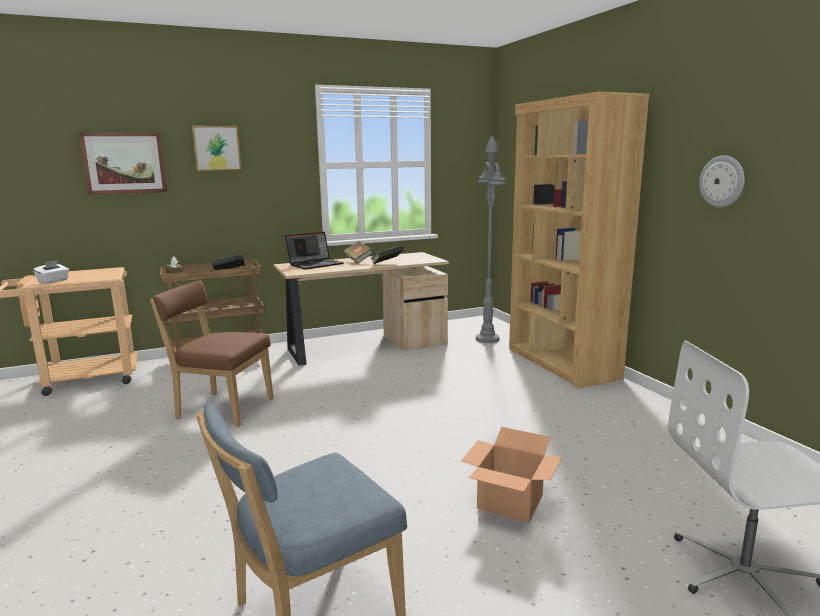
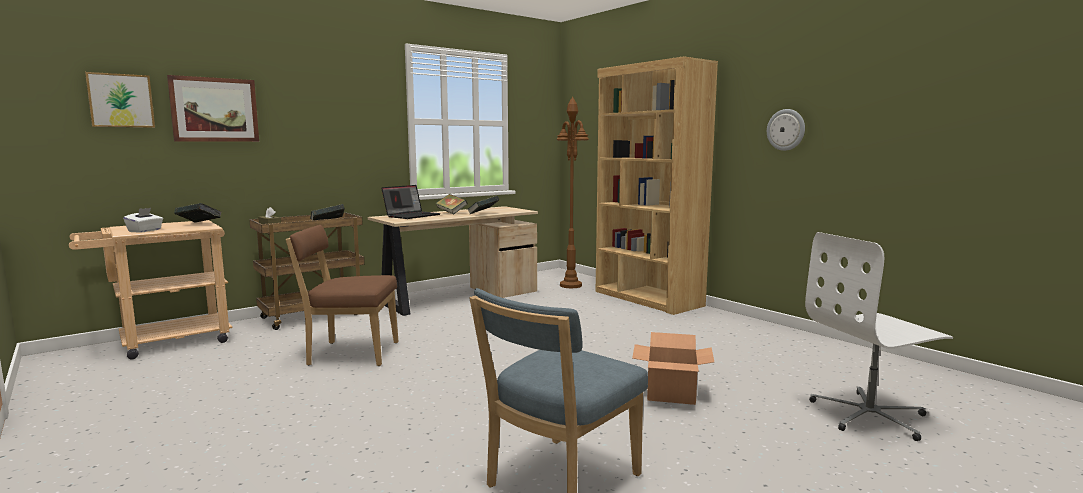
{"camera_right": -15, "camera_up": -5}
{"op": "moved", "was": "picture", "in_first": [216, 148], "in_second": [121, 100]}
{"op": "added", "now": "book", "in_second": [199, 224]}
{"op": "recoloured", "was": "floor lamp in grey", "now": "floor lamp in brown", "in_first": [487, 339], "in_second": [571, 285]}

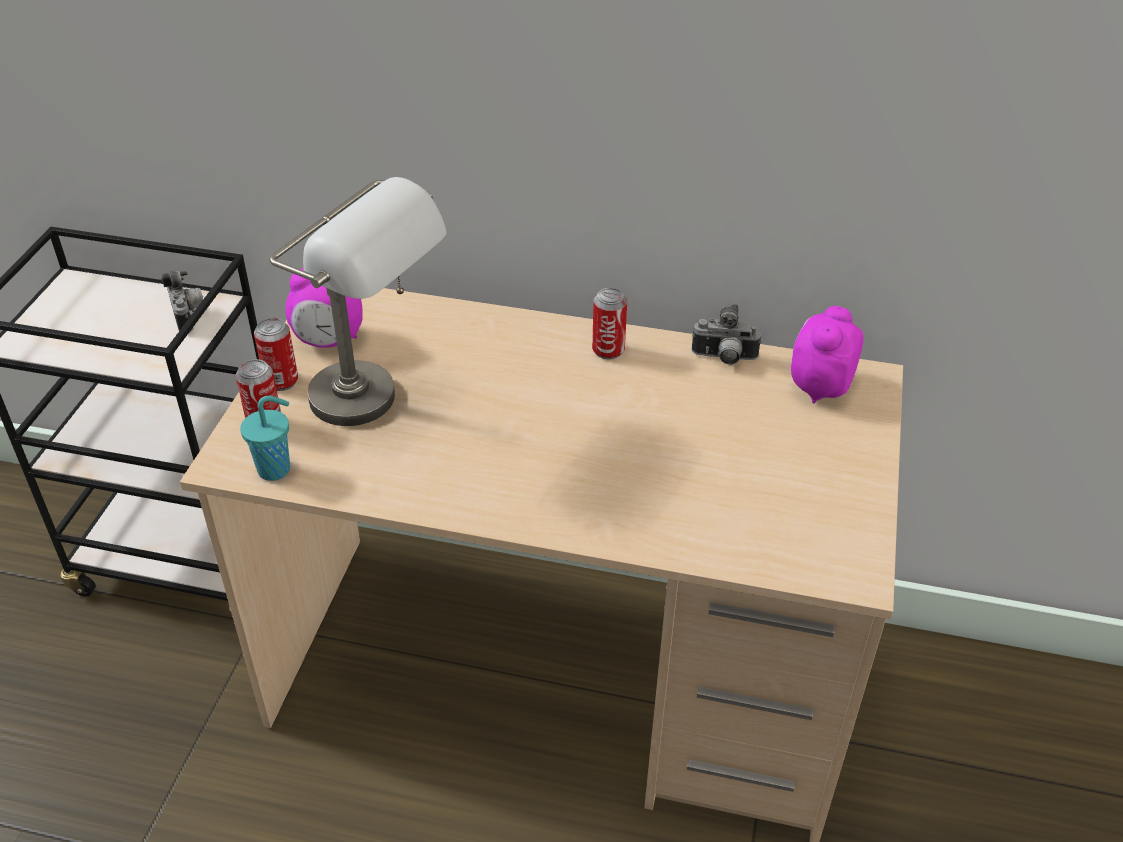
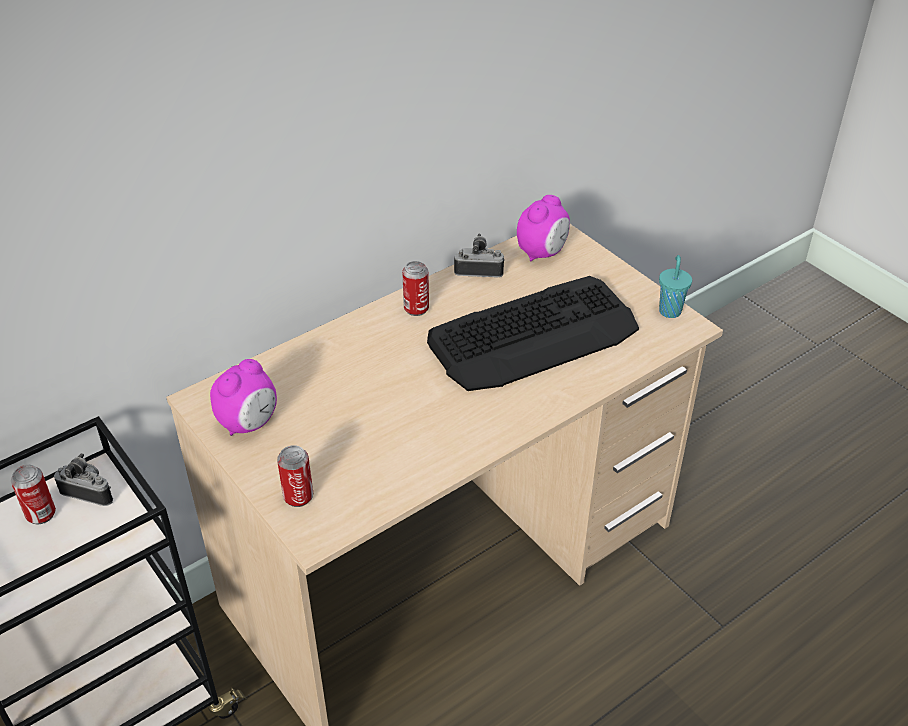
{"camera_right": -50, "camera_up": 0}
{"op": "moved", "was": "can", "in_first": [281, 381], "in_second": [41, 514]}
{"op": "added", "now": "keyboard", "in_second": [534, 335]}
{"op": "turned", "was": "photo camera", "in_first": [724, 359], "in_second": [479, 271], "clockwise": -135}
{"op": "turned", "was": "alarm clock", "in_first": [819, 387], "in_second": [542, 253], "clockwise": -120}
{"op": "moved", "was": "cup in turquoise", "in_first": [276, 469], "in_second": [670, 310]}
{"op": "removed", "was": "table lamp in grey", "in_first": [378, 406]}

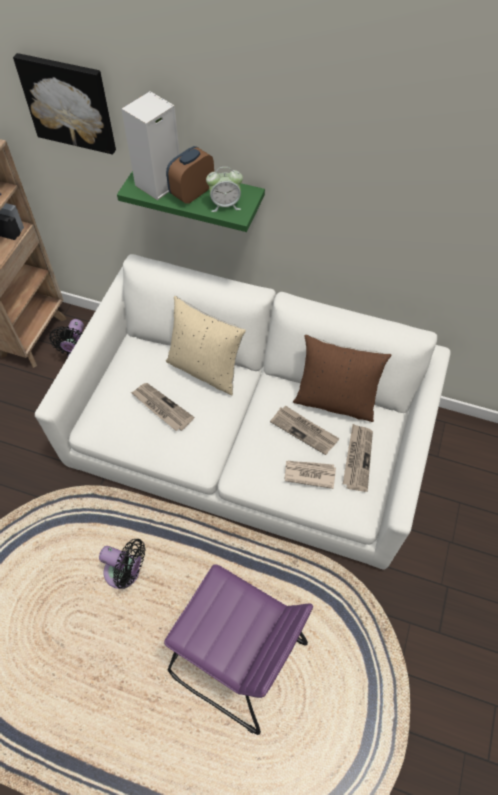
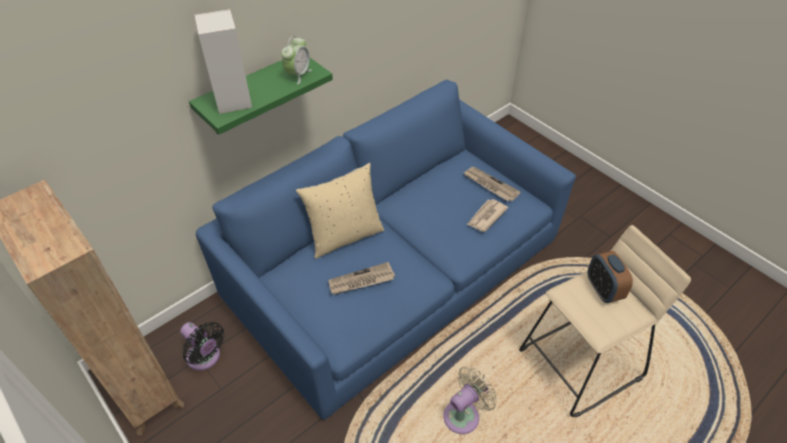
{"camera_right": -60, "camera_up": -10}
{"op": "recoloured", "was": "sofa in white", "now": "sofa in blue", "in_first": [250, 437], "in_second": [393, 268]}
{"op": "recoloured", "was": "fan in black", "now": "fan in beige", "in_first": [125, 573], "in_second": [464, 414]}
{"op": "recoloured", "was": "stool in purple", "now": "stool in beige", "in_first": [237, 660], "in_second": [580, 364]}
{"op": "moved", "was": "alarm clock", "in_first": [192, 193], "in_second": [603, 290]}
{"op": "removed", "was": "picture", "in_first": [69, 103]}
{"op": "removed", "was": "newspaper", "in_first": [304, 430]}
{"op": "removed", "was": "pillow in brown", "in_first": [335, 401]}

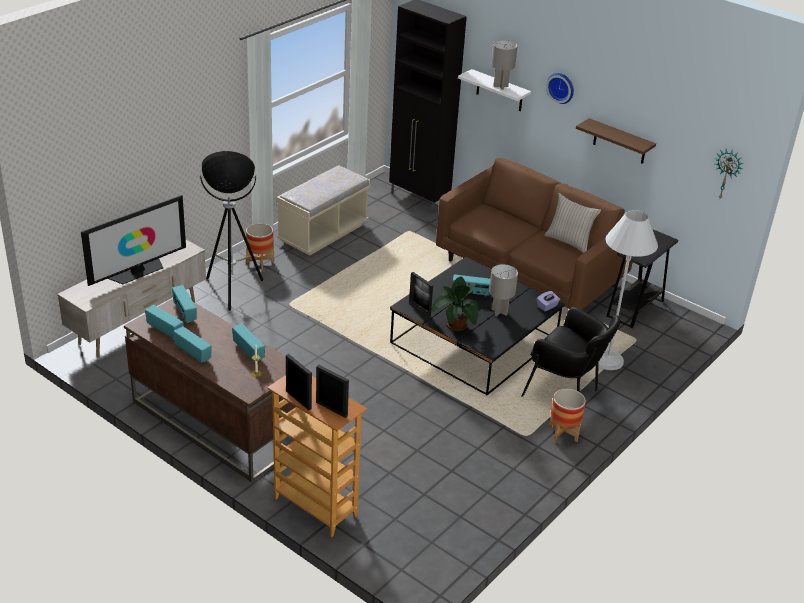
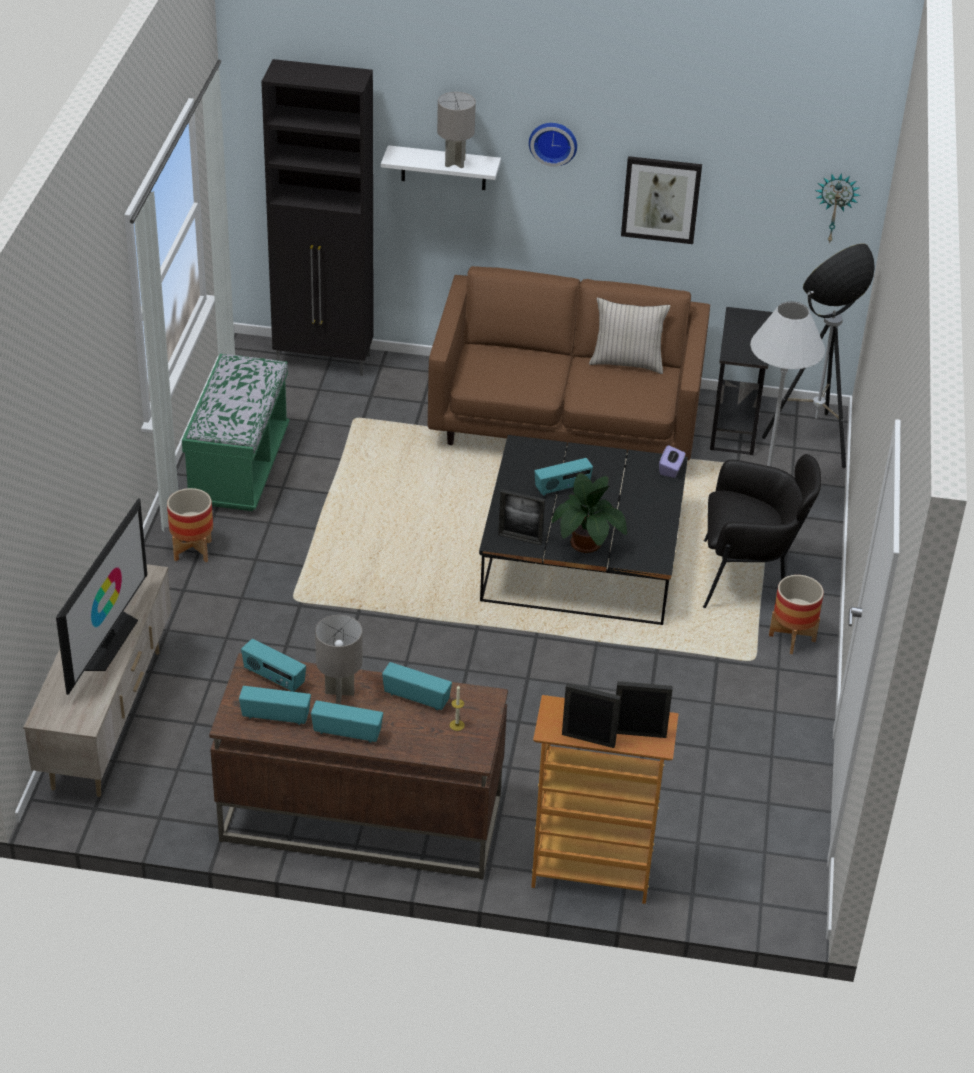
{"camera_right": -30, "camera_up": 5}
{"op": "recoloured", "was": "bench in beige", "now": "bench in green", "in_first": [323, 233], "in_second": [239, 468]}
{"op": "moved", "was": "table lamp in grey", "in_first": [499, 312], "in_second": [340, 693]}
{"op": "replaced", "was": "shelf in brown", "now": "picture", "in_first": [620, 142], "in_second": [661, 199]}
{"op": "moved", "was": "floor lamp", "in_first": [232, 291], "in_second": [812, 441]}

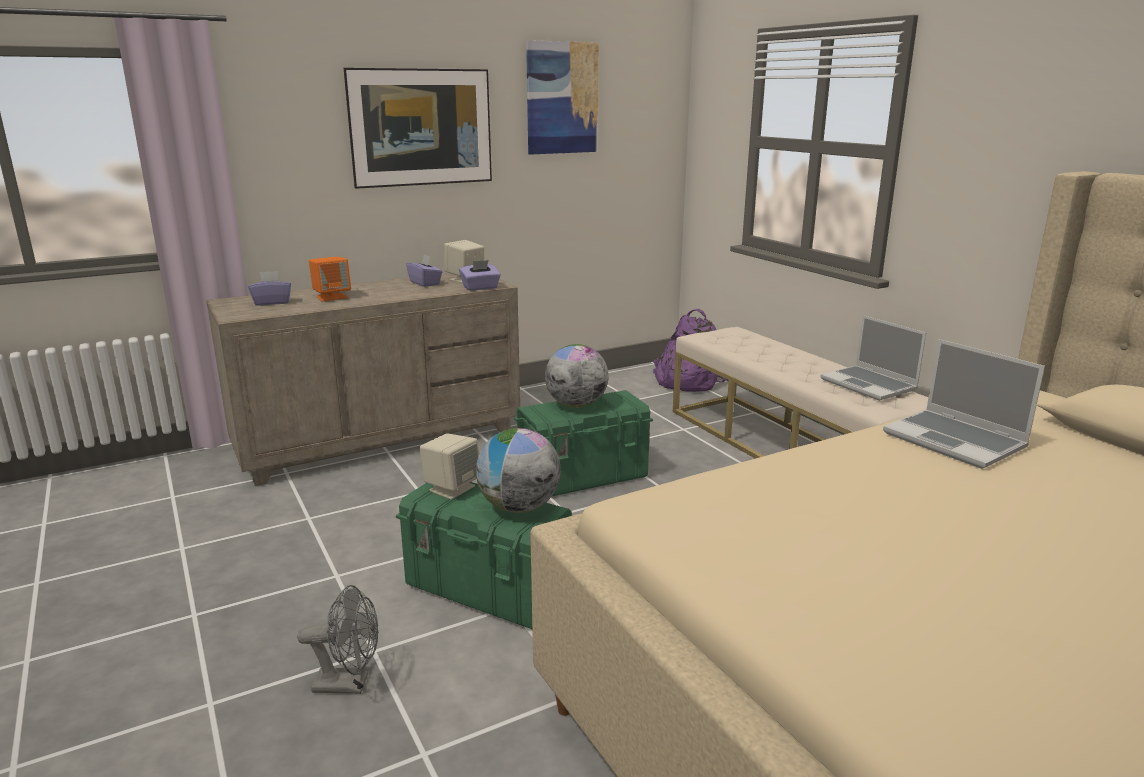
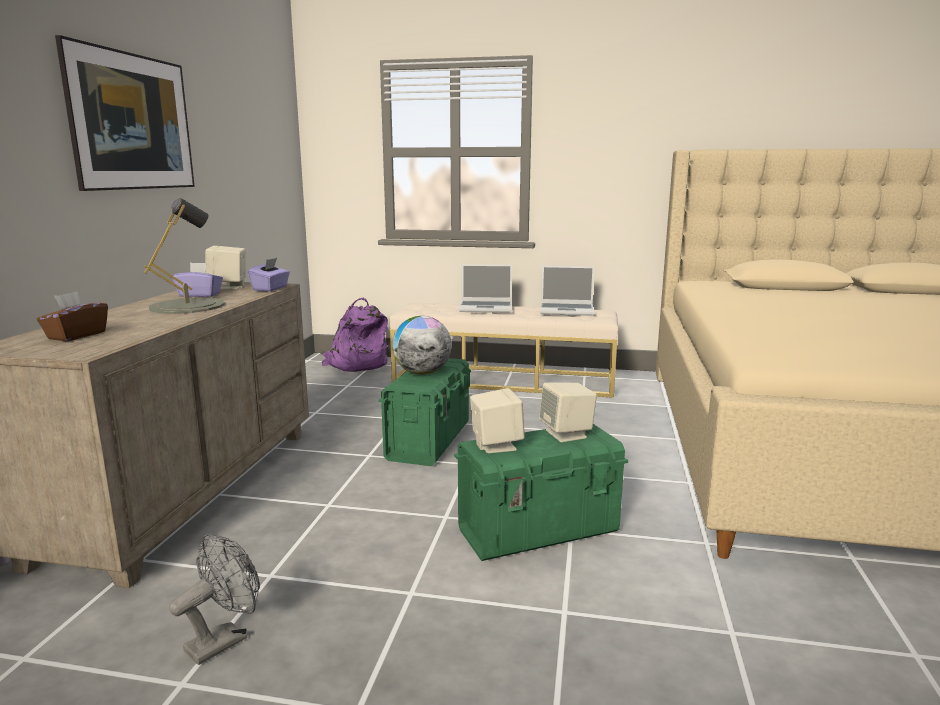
{"camera_right": -50, "camera_up": -5}
{"op": "recoloured", "was": "tissue box in purple", "now": "tissue box in brown", "in_first": [272, 302], "in_second": [76, 335]}
{"op": "added", "now": "table lamp in grey", "in_second": [187, 306]}
{"op": "moved", "was": "fan in grey", "in_first": [349, 684], "in_second": [224, 640]}
{"op": "moved", "was": "laptop", "in_first": [956, 441], "in_second": [486, 308]}
{"op": "replaced", "was": "globe", "now": "speaker in beige", "in_first": [519, 507], "in_second": [566, 434]}
{"op": "removed", "was": "speaker in orange", "in_first": [332, 297]}
{"op": "removed", "was": "picture", "in_first": [562, 98]}

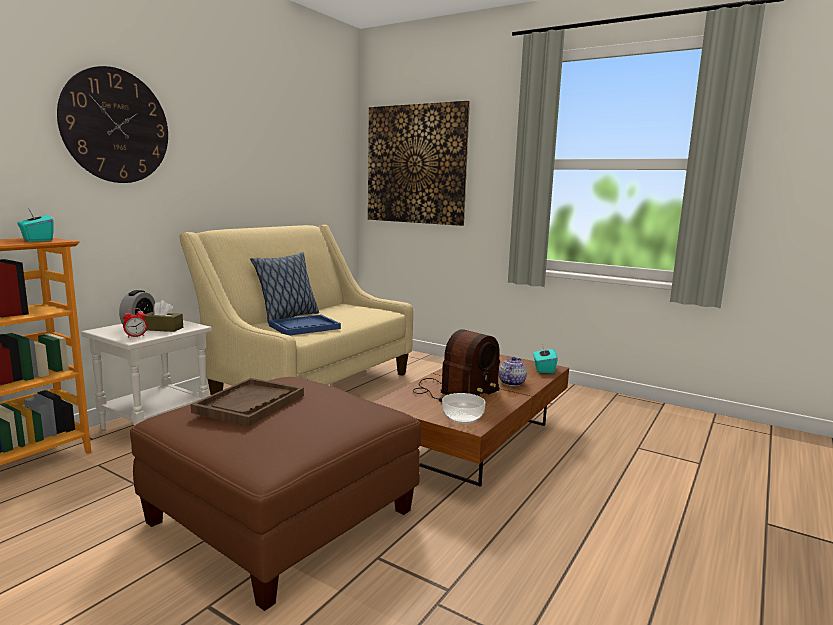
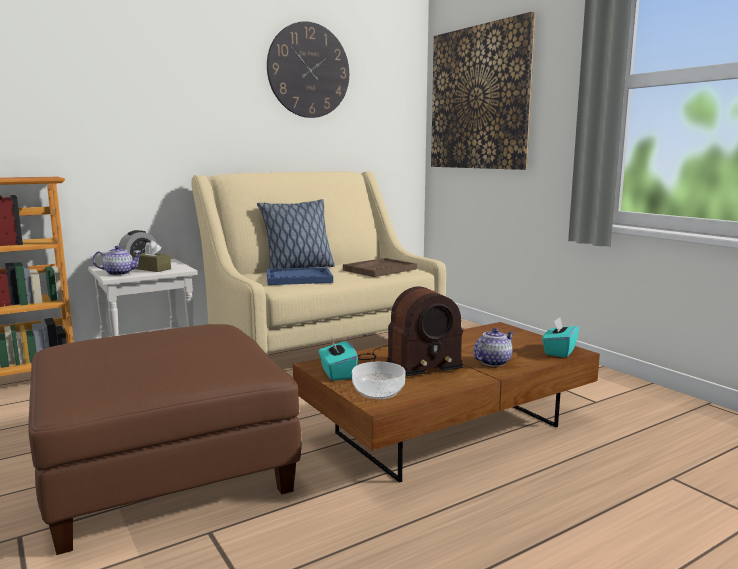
{"camera_right": 25, "camera_up": 0}
{"op": "replaced", "was": "alarm clock", "now": "teapot", "in_first": [136, 336], "in_second": [120, 273]}
{"op": "moved", "was": "wall clock", "in_first": [116, 126], "in_second": [308, 70]}
{"op": "moved", "was": "tissue box in turquoise", "in_first": [37, 240], "in_second": [337, 373]}
{"op": "moved", "was": "tray in brown", "in_first": [250, 404], "in_second": [379, 269]}

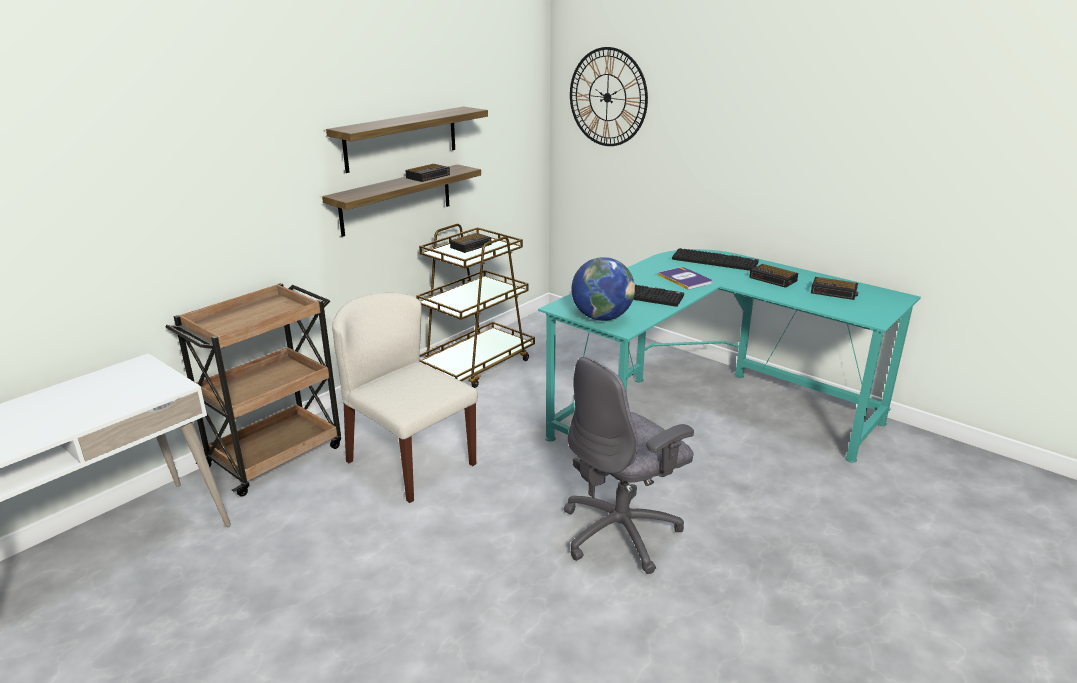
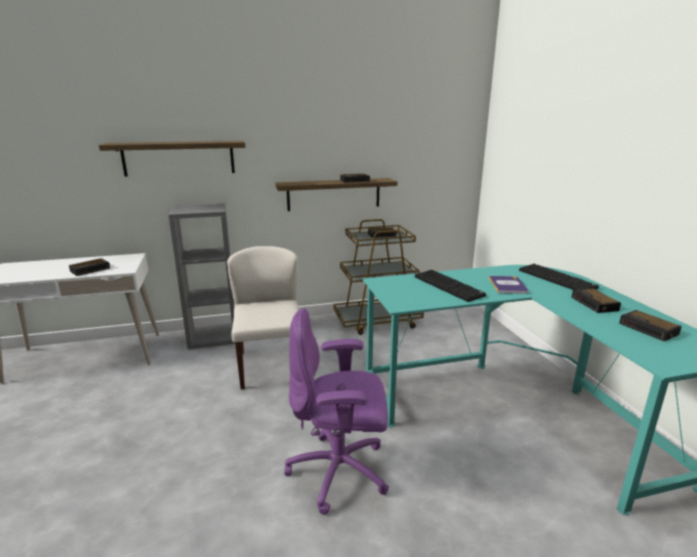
{"camera_right": 35, "camera_up": -5}
{"op": "added", "now": "alarm clock", "in_second": [91, 269]}
{"op": "moved", "was": "shelf", "in_first": [401, 138], "in_second": [179, 158]}
{"op": "replaced", "was": "cart in brown", "now": "bookcase in grey", "in_first": [276, 455], "in_second": [214, 336]}
{"op": "recoloured", "was": "office chair in grey", "now": "office chair in purple", "in_first": [622, 532], "in_second": [340, 471]}
{"op": "removed", "was": "wall clock", "in_first": [607, 97]}
{"op": "removed", "was": "globe", "in_first": [601, 317]}

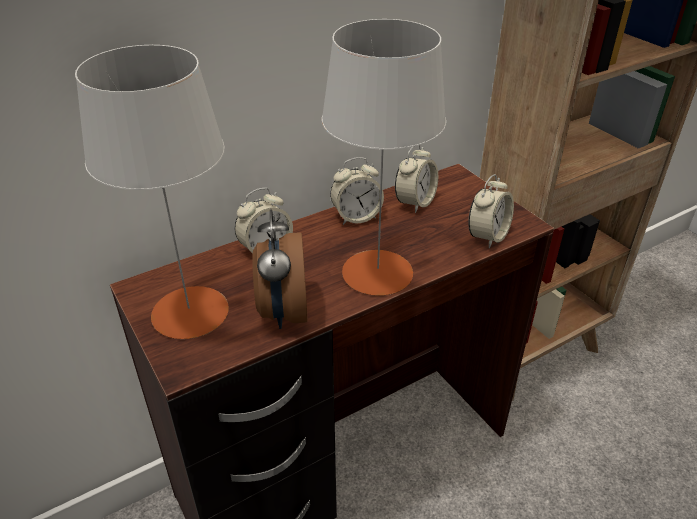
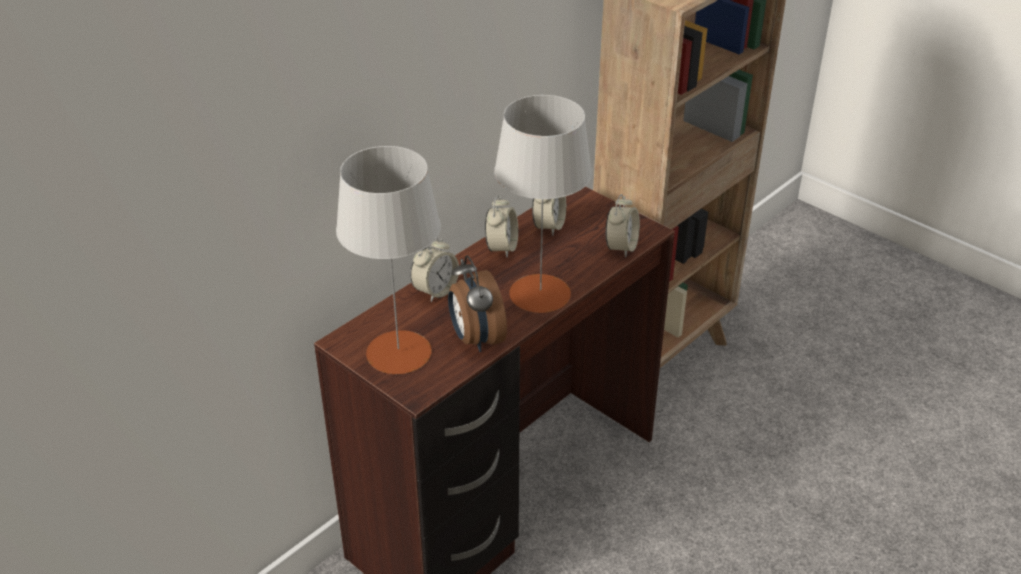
{"camera_right": -15, "camera_up": 0}
{"op": "turned", "was": "alarm clock", "in_first": [356, 217], "in_second": [501, 248], "clockwise": -45}

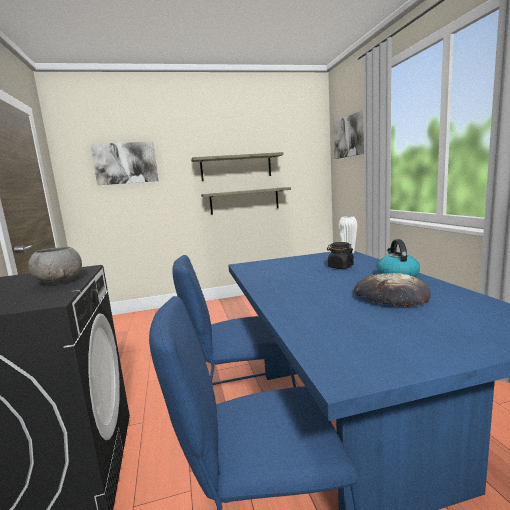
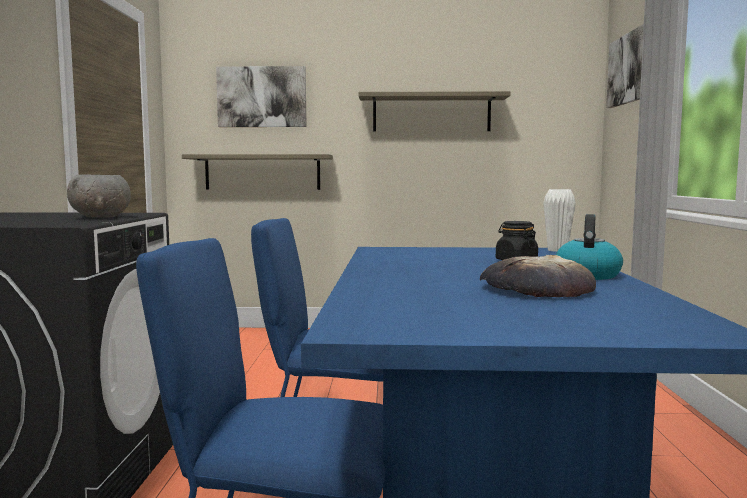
{"camera_right": 15, "camera_up": -5}
{"op": "moved", "was": "shelf", "in_first": [244, 201], "in_second": [262, 172]}

